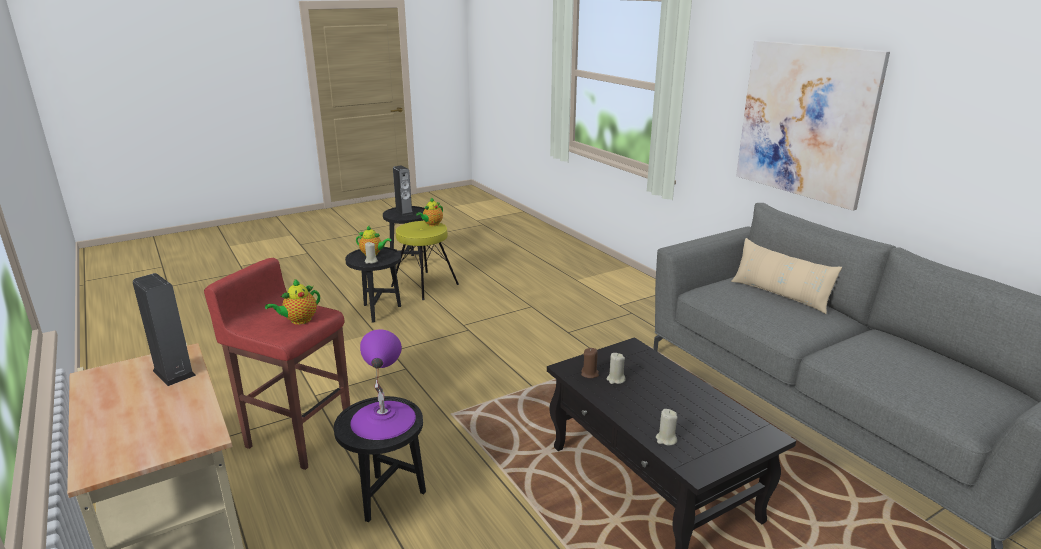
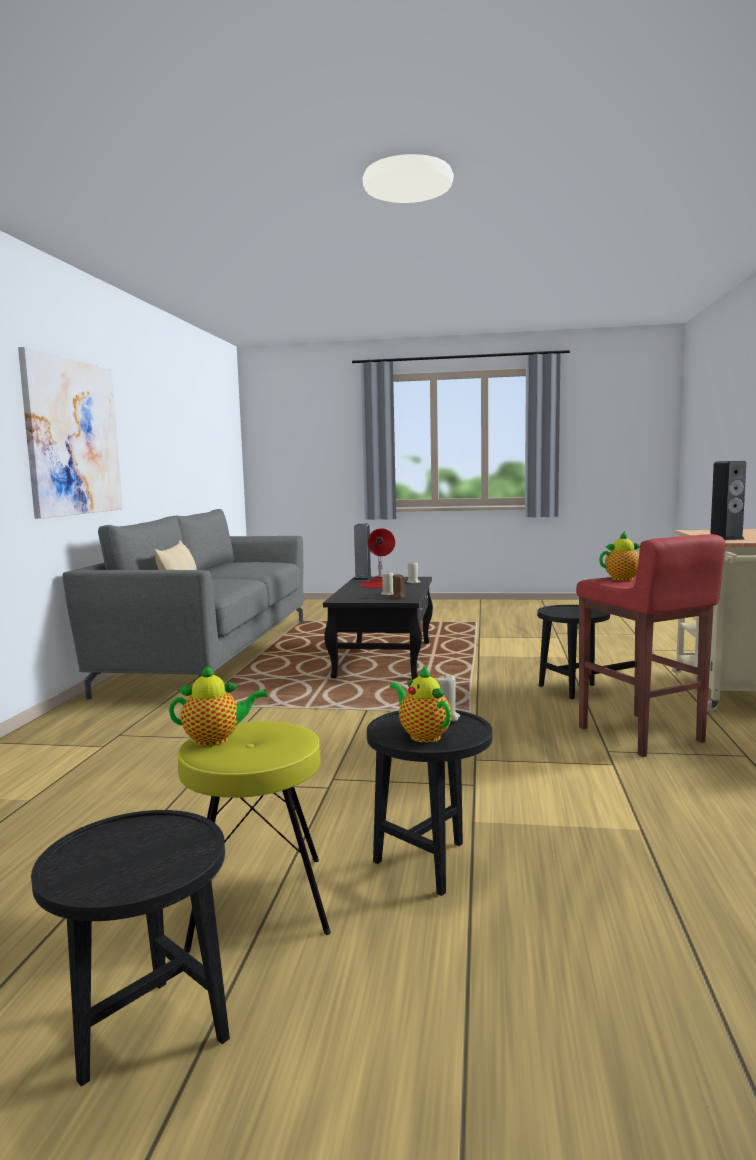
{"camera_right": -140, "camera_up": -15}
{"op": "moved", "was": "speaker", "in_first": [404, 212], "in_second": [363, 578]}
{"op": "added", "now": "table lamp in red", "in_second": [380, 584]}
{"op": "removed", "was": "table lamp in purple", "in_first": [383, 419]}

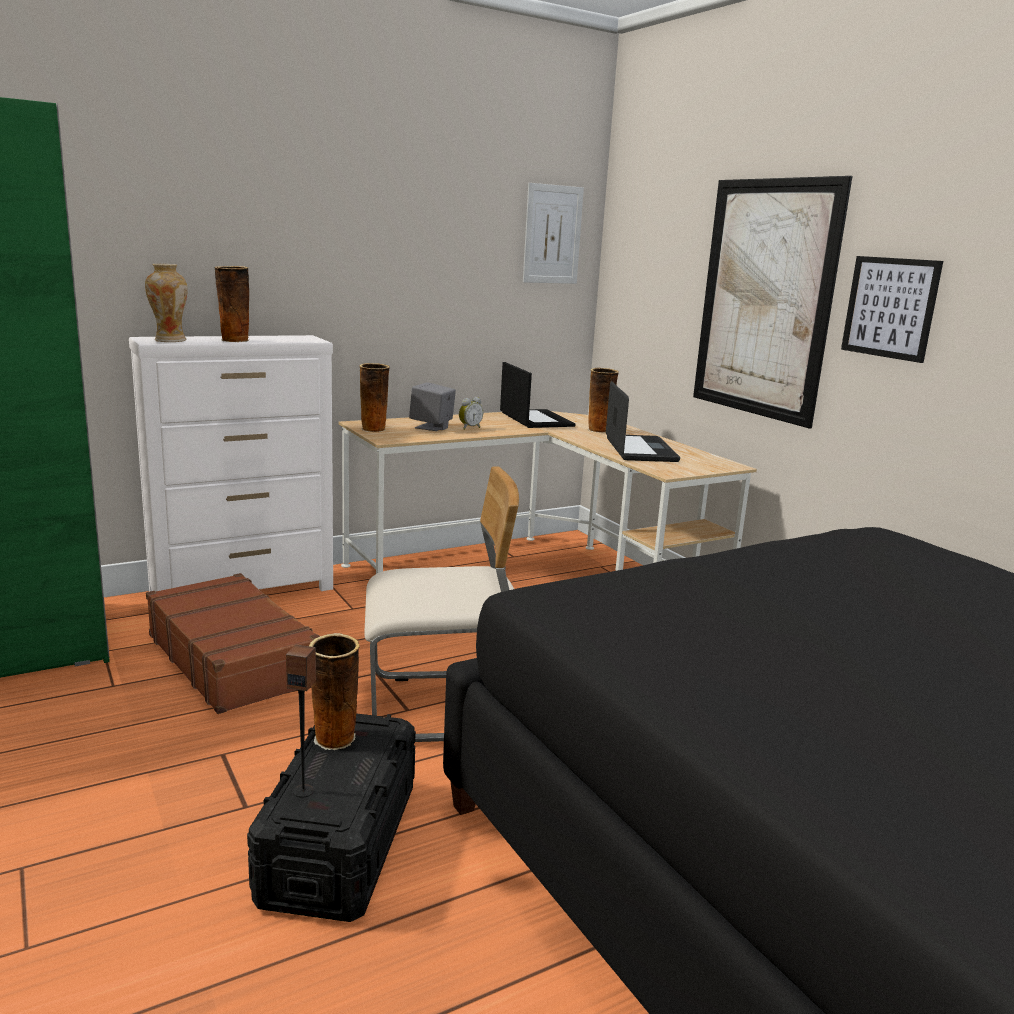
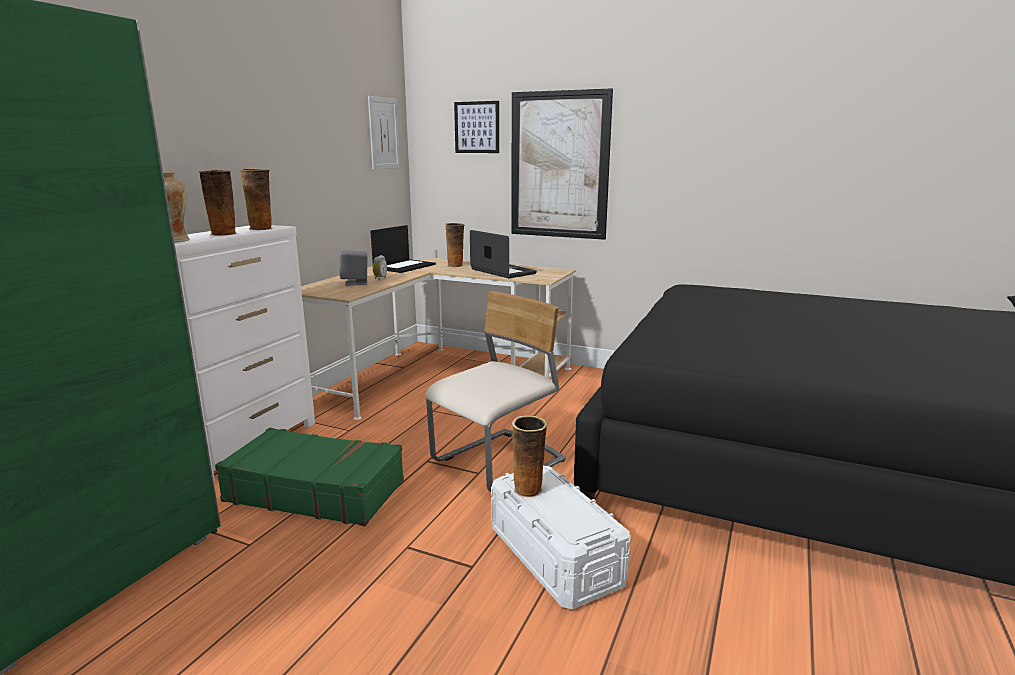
{"camera_right": -35, "camera_up": 0}
{"op": "recoloured", "was": "suitcase in brown", "now": "suitcase in green", "in_first": [233, 659], "in_second": [315, 490]}
{"op": "moved", "was": "vase", "in_first": [374, 429], "in_second": [262, 228]}
{"op": "turned", "was": "laptop", "in_first": [535, 419], "in_second": [404, 266], "clockwise": 90}
{"op": "moved", "was": "picture", "in_first": [890, 307], "in_second": [477, 127]}
{"op": "recoloured", "was": "storage box in black", "now": "storage box in white", "in_first": [340, 843], "in_second": [555, 555]}
{"op": "removed", "was": "speaker", "in_first": [303, 791]}

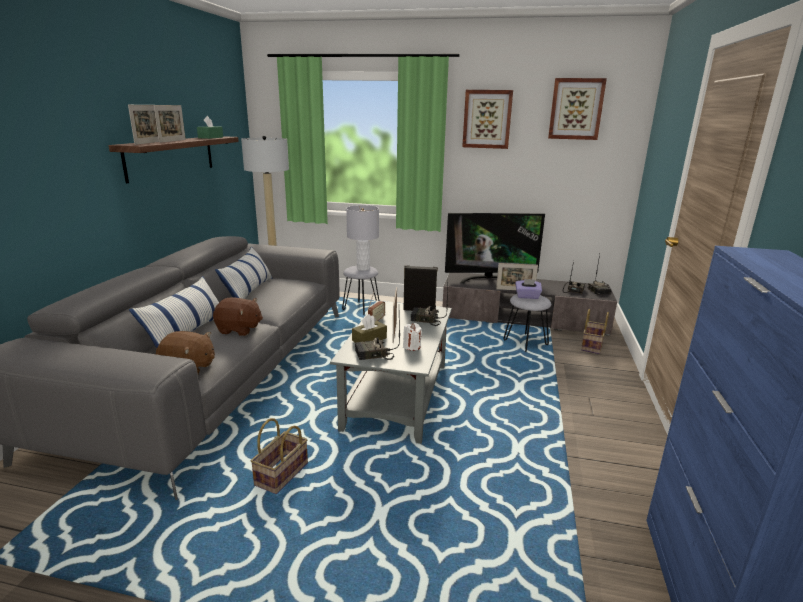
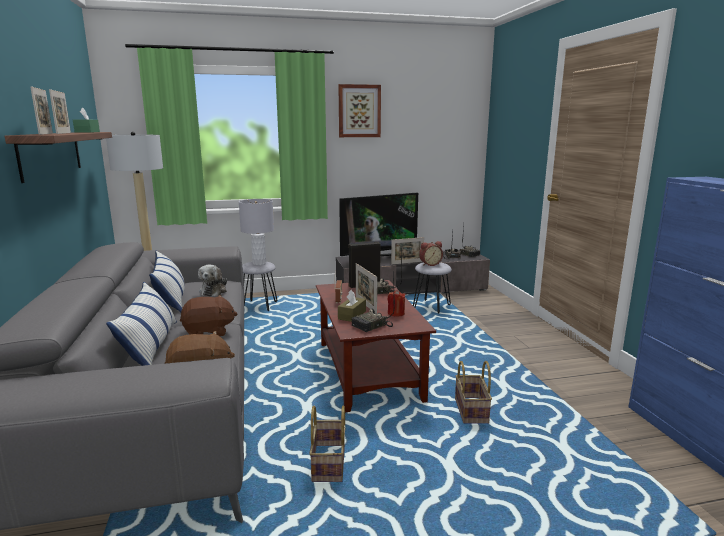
{"camera_right": -25, "camera_up": -5}
{"op": "added", "now": "plush toy", "in_second": [214, 291]}
{"op": "recoloured", "was": "coffee table in grey", "now": "coffee table in brown", "in_first": [397, 395], "in_second": [367, 370]}
{"op": "recoloured", "was": "candle in white", "now": "candle in red", "in_first": [411, 346], "in_second": [396, 313]}
{"op": "replaced", "was": "tissue box in purple", "now": "alarm clock", "in_first": [527, 296], "in_second": [430, 264]}
{"op": "moved", "was": "basket", "in_first": [592, 346], "in_second": [472, 412]}
{"op": "removed", "was": "picture", "in_first": [576, 109]}

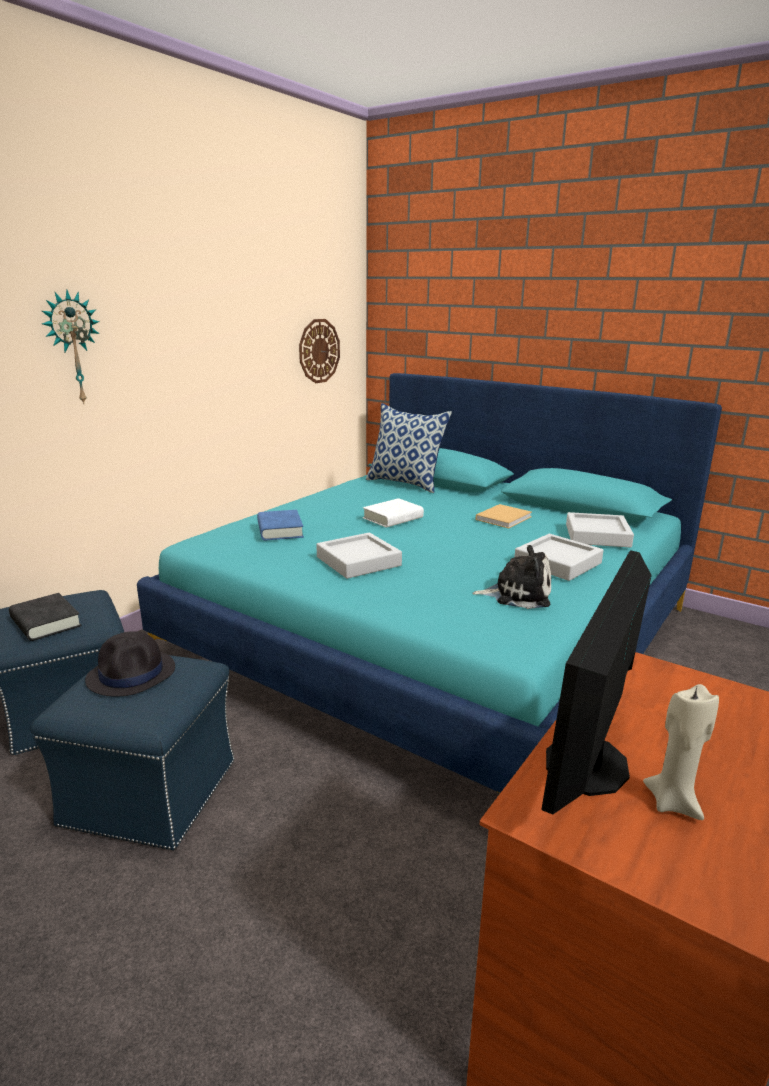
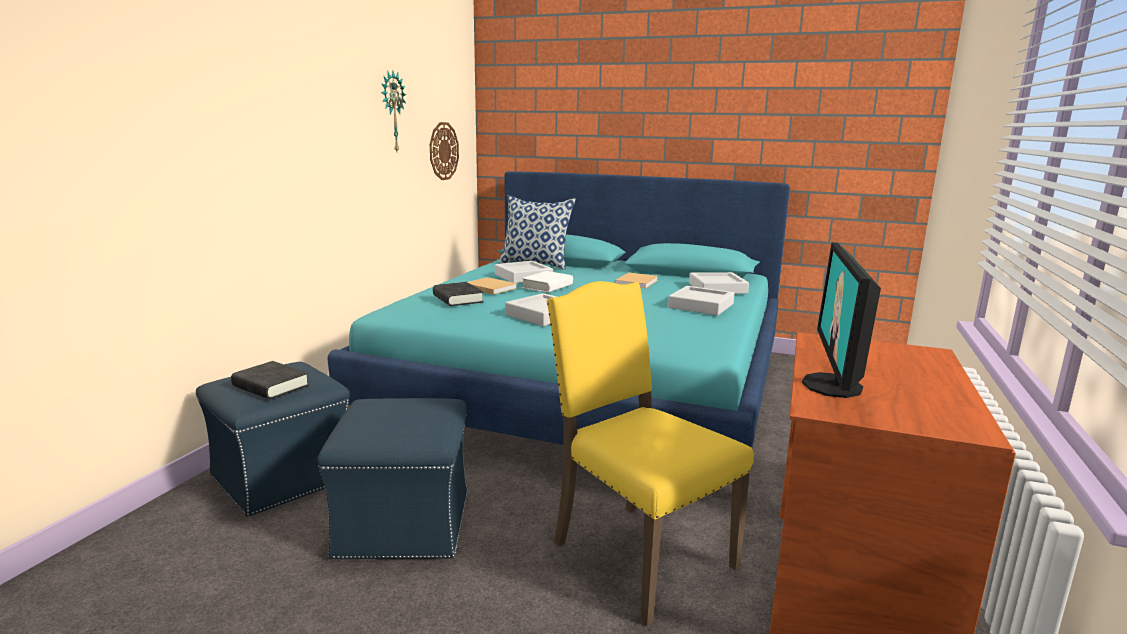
{"camera_right": -15, "camera_up": -5}
{"op": "moved", "was": "wall clock", "in_first": [72, 348], "in_second": [392, 112]}
{"op": "recoloured", "was": "book in blue", "now": "book in black", "in_first": [280, 530], "in_second": [457, 299]}
{"op": "added", "now": "book in beige", "in_second": [489, 287]}
{"op": "added", "now": "tray in grey", "in_second": [523, 277]}
{"op": "added", "now": "chair in yellow", "in_second": [637, 554]}
{"op": "removed", "was": "hat in black", "in_first": [132, 674]}
{"op": "removed", "was": "plush toy", "in_first": [517, 594]}
{"op": "removed", "was": "candle in beige", "in_first": [673, 802]}

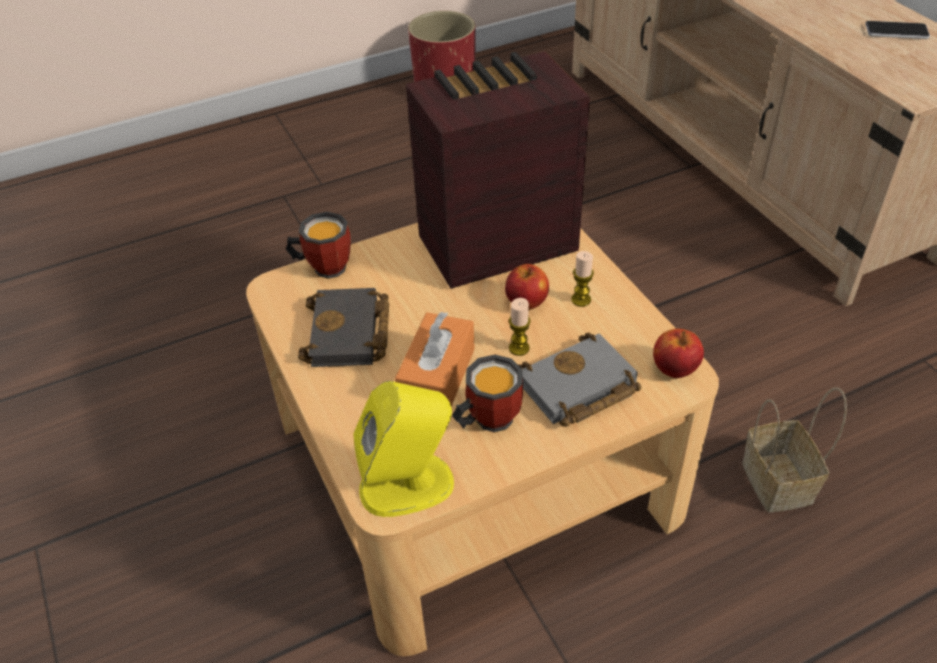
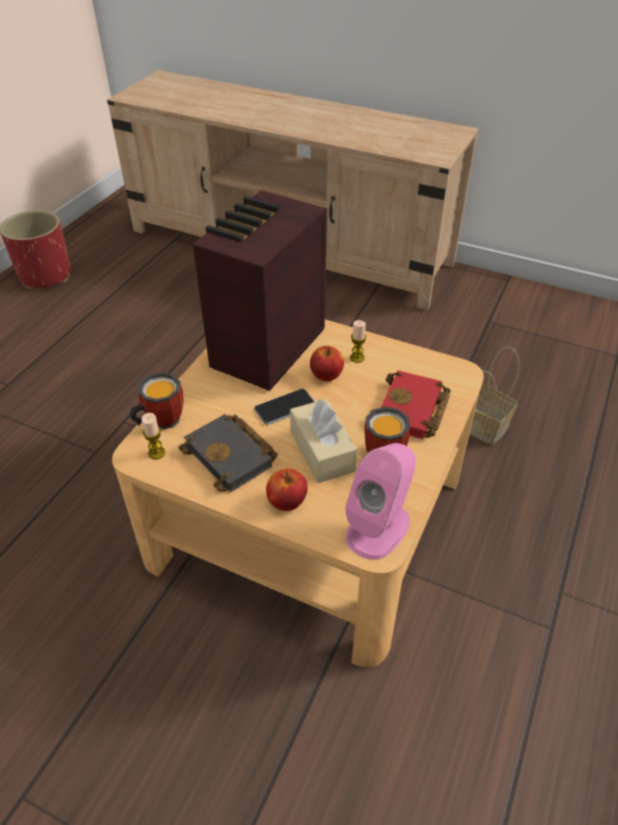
{"camera_right": -40, "camera_up": 0}
{"op": "moved", "was": "candle", "in_first": [519, 348], "in_second": [156, 453]}
{"op": "moved", "was": "phone", "in_first": [896, 31], "in_second": [285, 407]}
{"op": "moved", "was": "apple", "in_first": [674, 369], "in_second": [286, 502]}
{"op": "recoloured", "was": "tissue box in orange", "now": "tissue box in beige", "in_first": [437, 377], "in_second": [322, 451]}
{"op": "recoloured", "was": "speaker in yellow", "now": "speaker in pink", "in_first": [408, 485], "in_second": [378, 527]}
{"op": "recoloured", "was": "book in grey", "now": "book in red", "in_first": [577, 389], "in_second": [412, 411]}

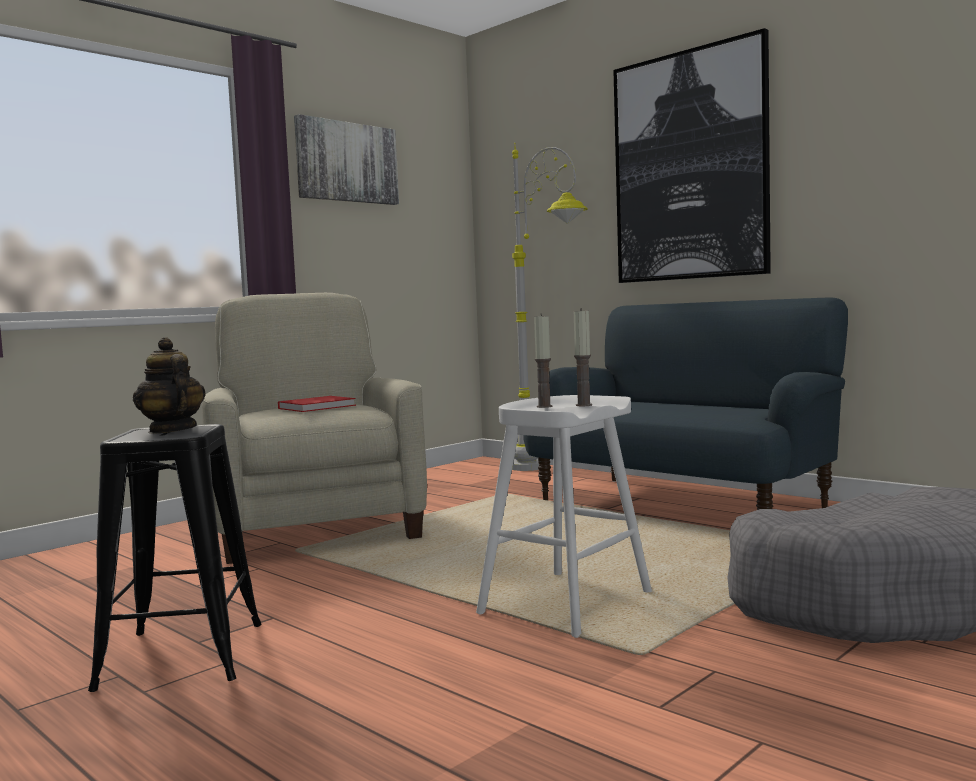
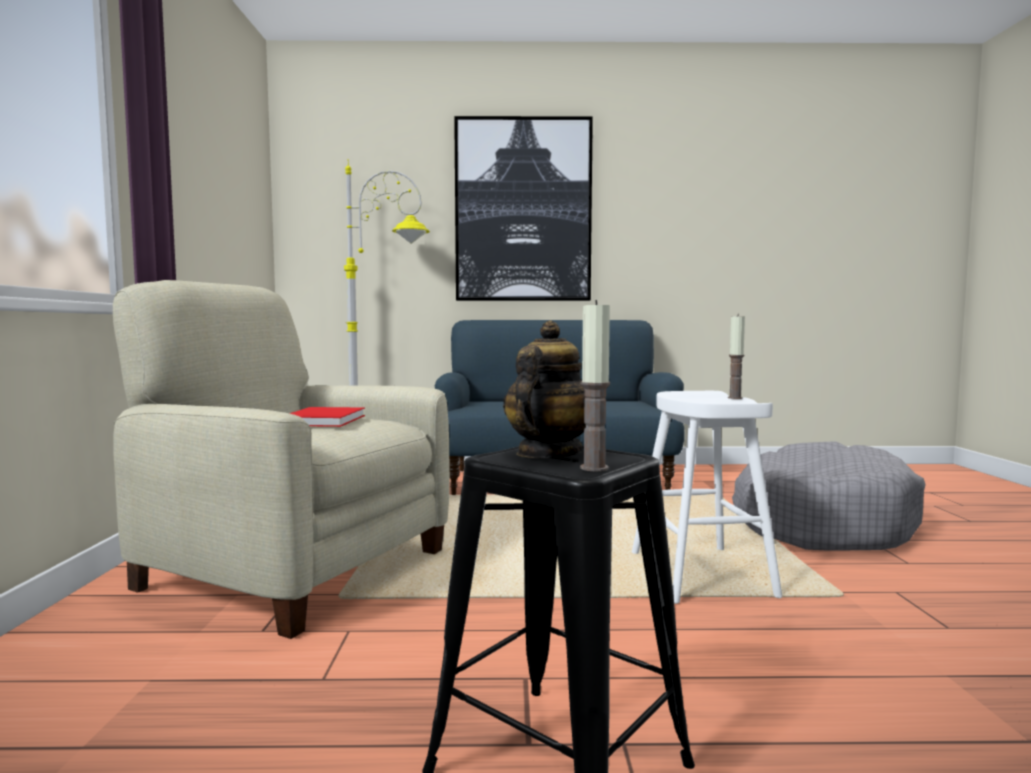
{"camera_right": -45, "camera_up": 0}
{"op": "turned", "was": "teapot", "in_first": [171, 430], "in_second": [548, 454], "clockwise": 105}
{"op": "moved", "was": "candle", "in_first": [544, 406], "in_second": [594, 468]}
{"op": "removed", "was": "picture", "in_first": [346, 162]}

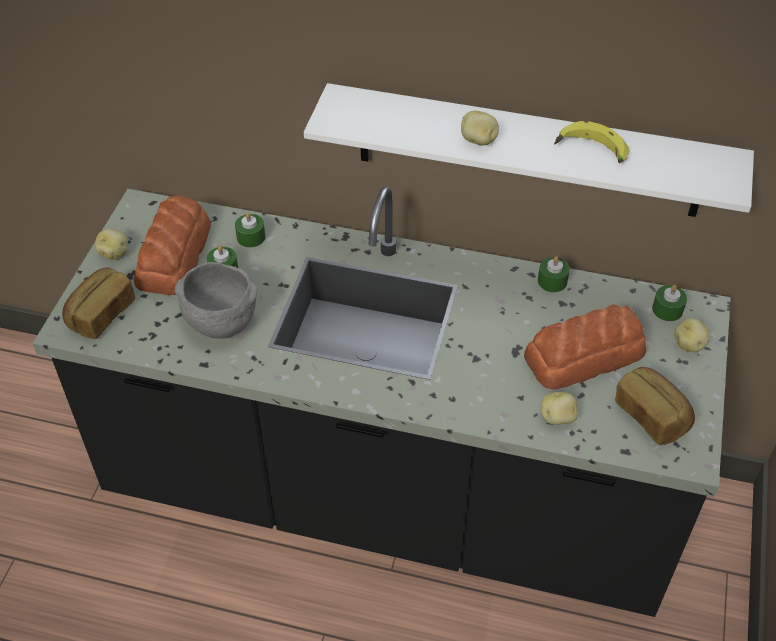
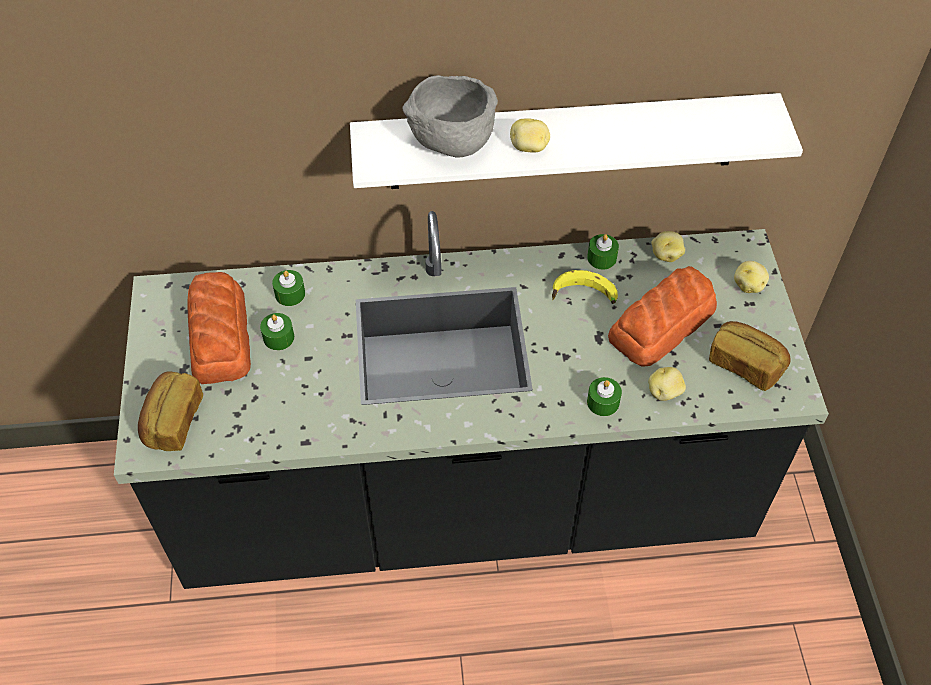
{"camera_right": -20, "camera_up": 5}
{"op": "moved", "was": "bowl in grey", "in_first": [219, 323], "in_second": [450, 144]}
{"op": "moved", "was": "banana", "in_first": [590, 152], "in_second": [583, 297]}
{"op": "moved", "was": "candle in green", "in_first": [667, 309], "in_second": [603, 402]}
{"op": "moved", "was": "potato", "in_first": [114, 253], "in_second": [666, 255]}

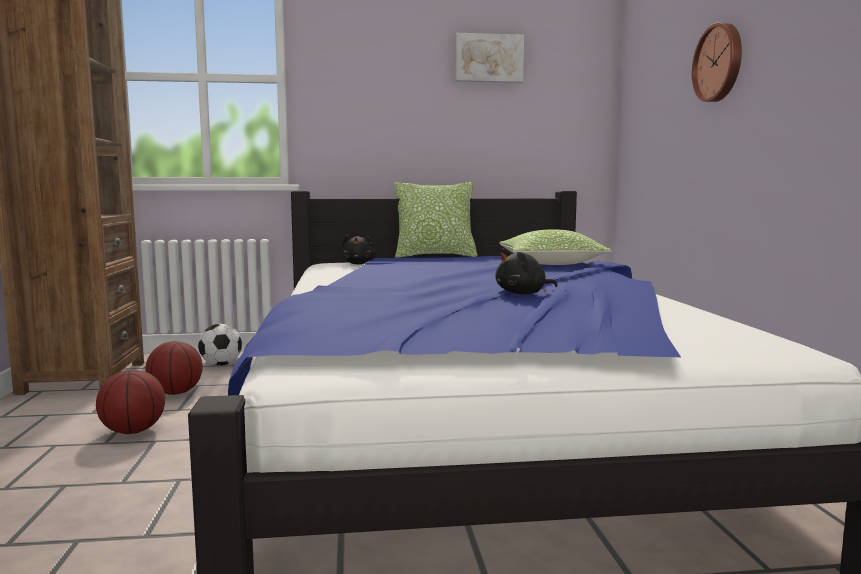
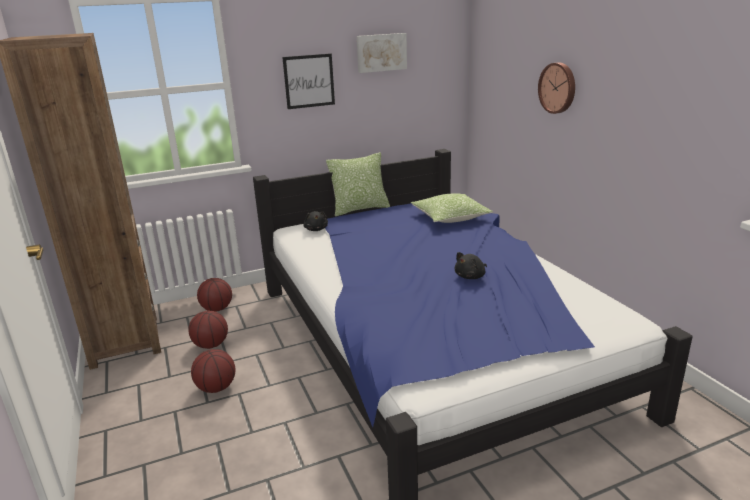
{"camera_right": -15, "camera_up": 15}
{"op": "replaced", "was": "football", "now": "basketball", "in_first": [221, 364], "in_second": [217, 309]}
{"op": "added", "now": "picture", "in_second": [309, 81]}

